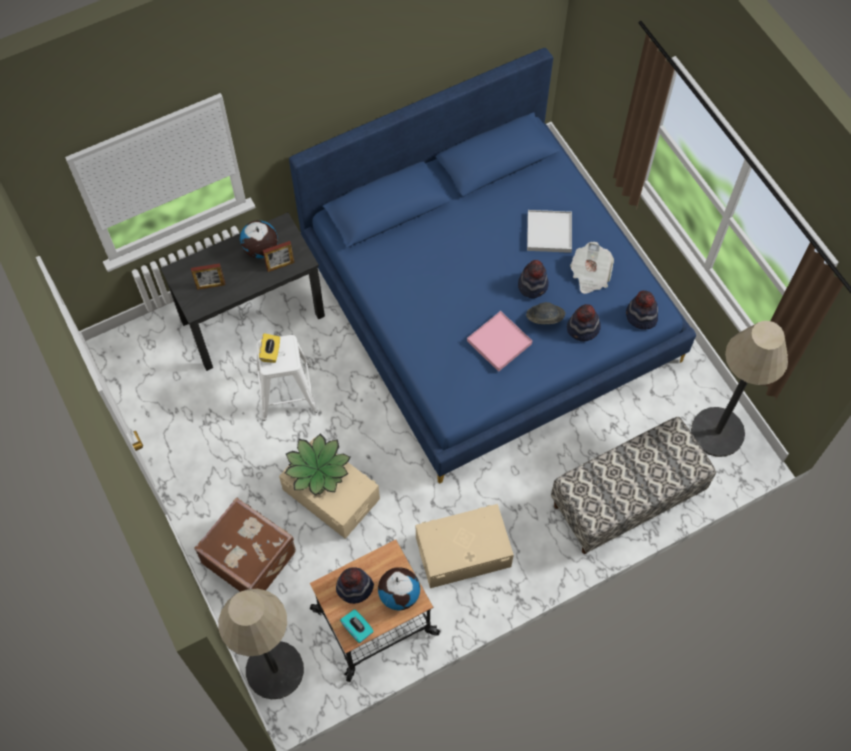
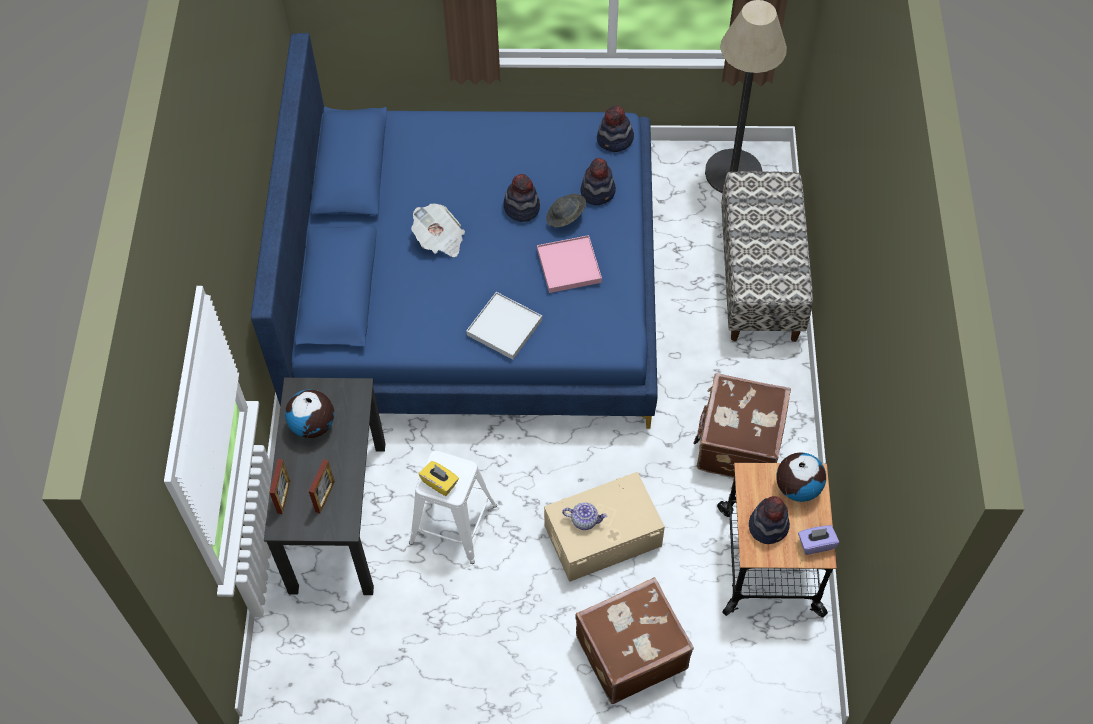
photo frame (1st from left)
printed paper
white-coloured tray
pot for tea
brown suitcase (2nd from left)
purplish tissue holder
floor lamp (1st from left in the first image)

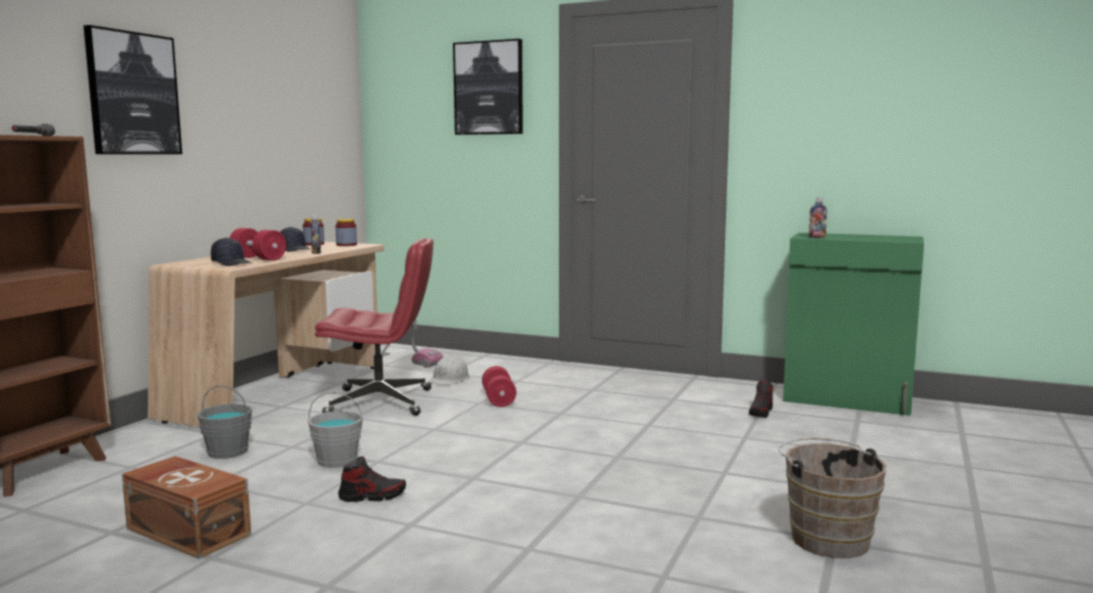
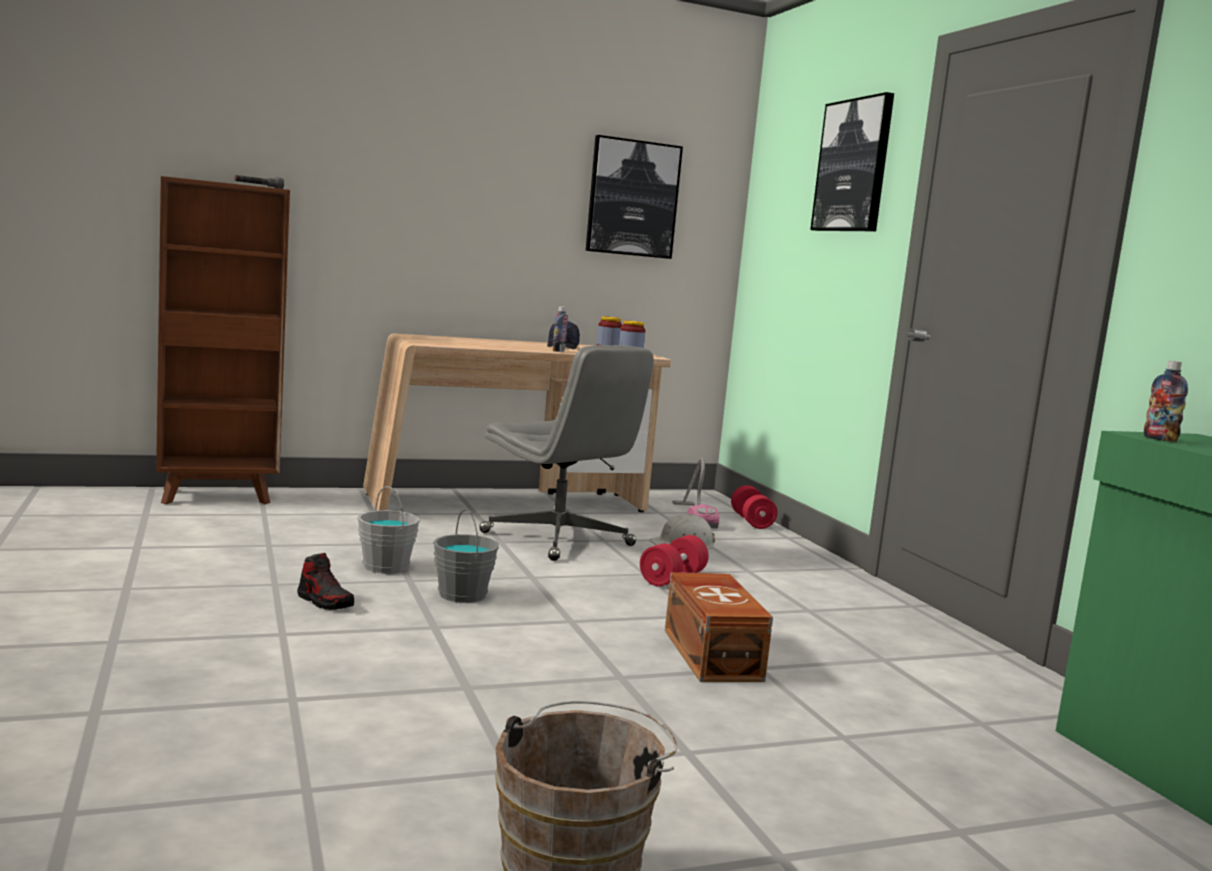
grey bucket (2nd from left)
grey computer chair
wall art (1st from left)
brown storage box
reddish free weight (2nd from left)
black-coloured baseball cap (1st from left in the first image)
low shoe (2nd from left in the first image)

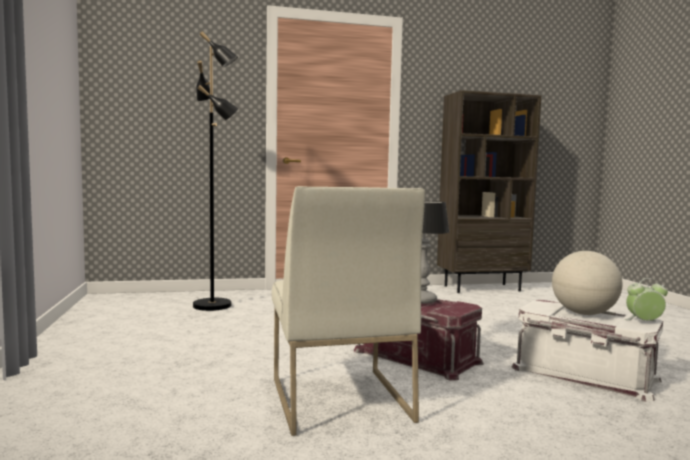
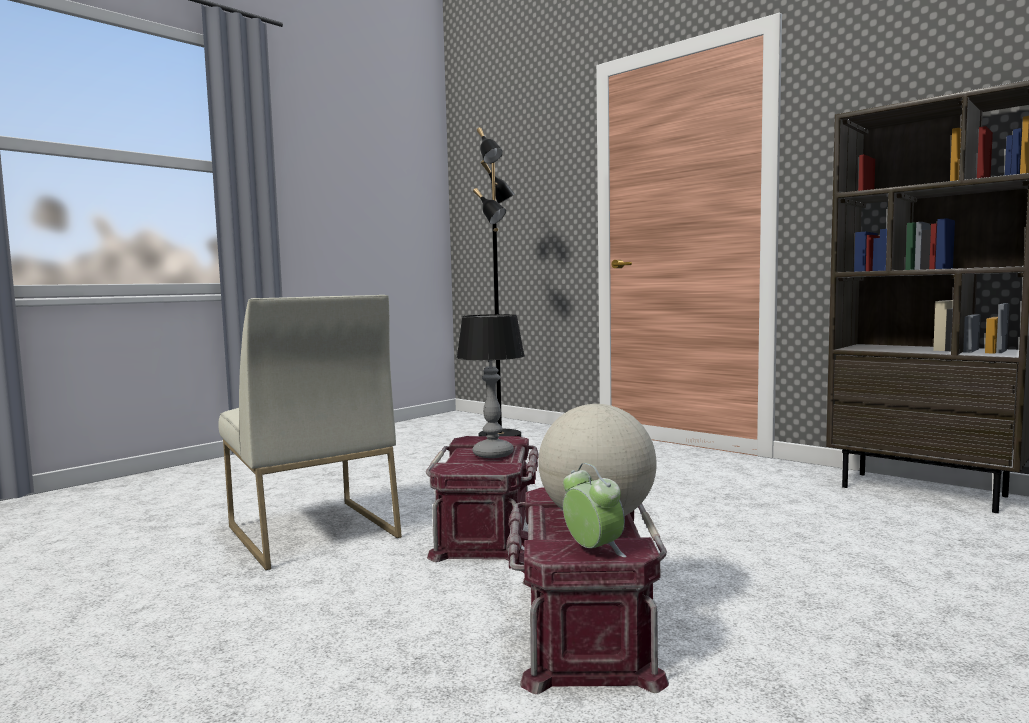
white-coloured plain chair
reddish storage box (2nd from left)

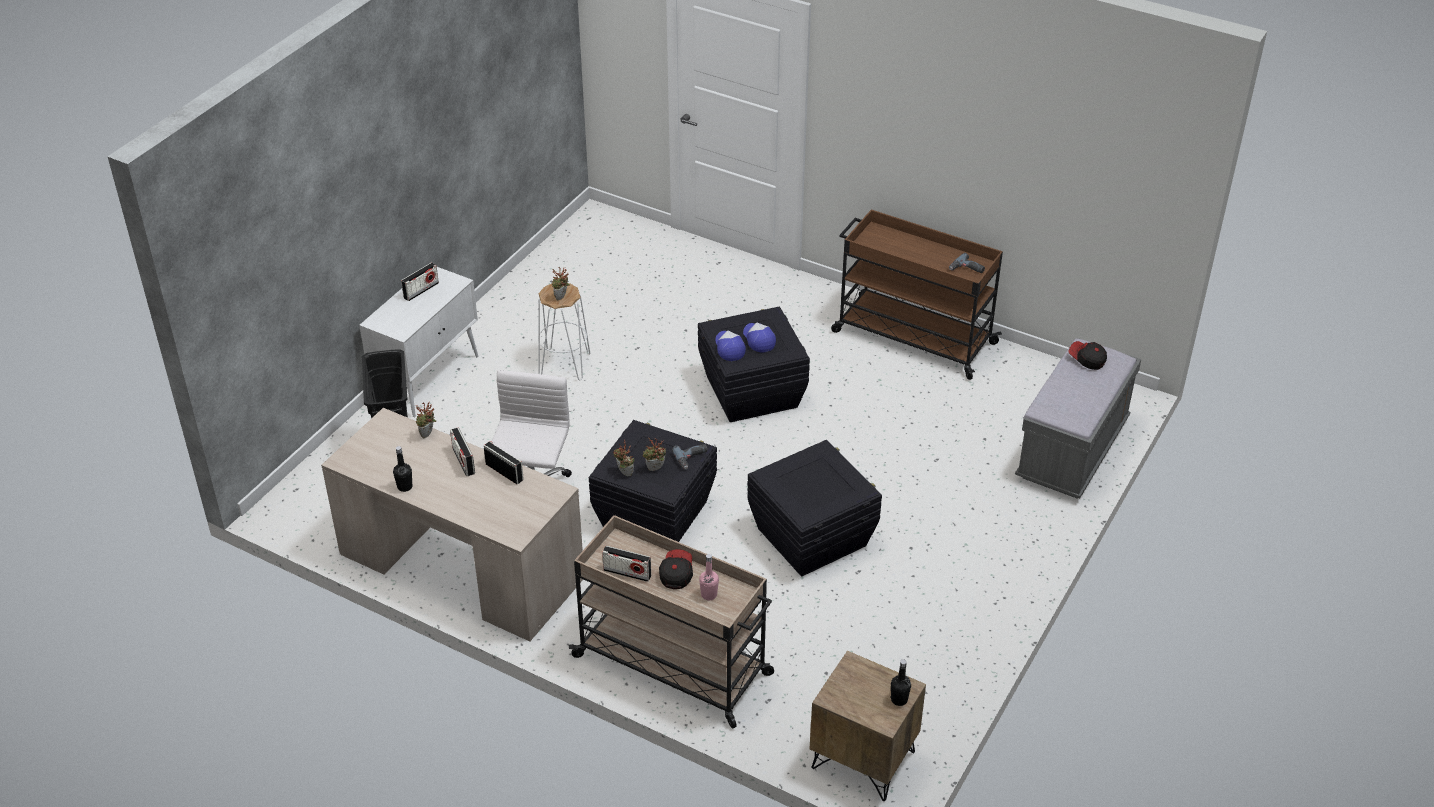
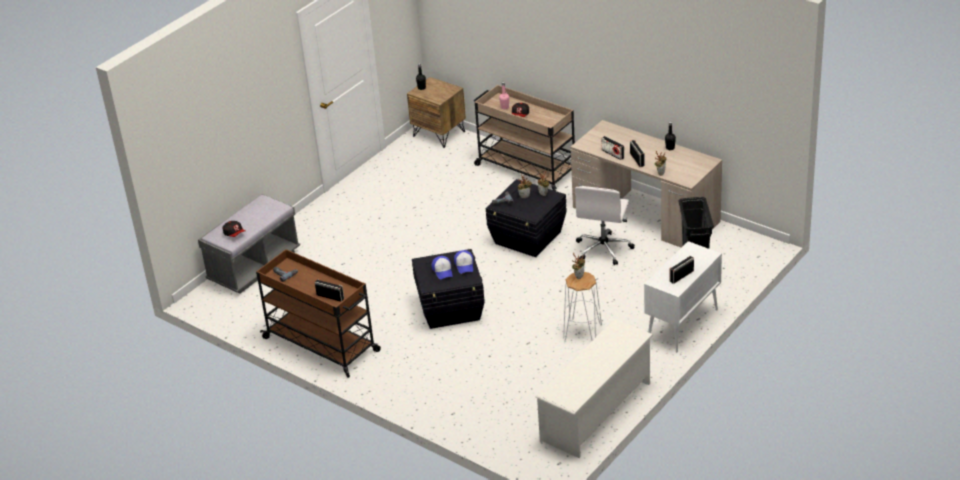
radio set (1st from left)
white-coloured shoe rack
black-coloured storage box (3rd from left in the first image)

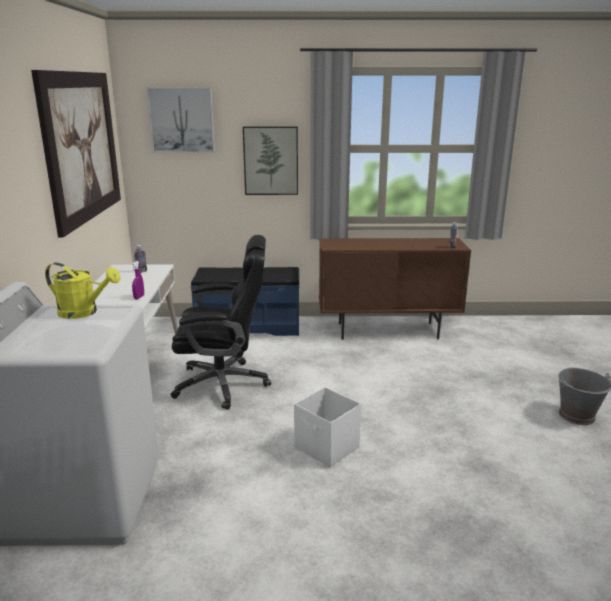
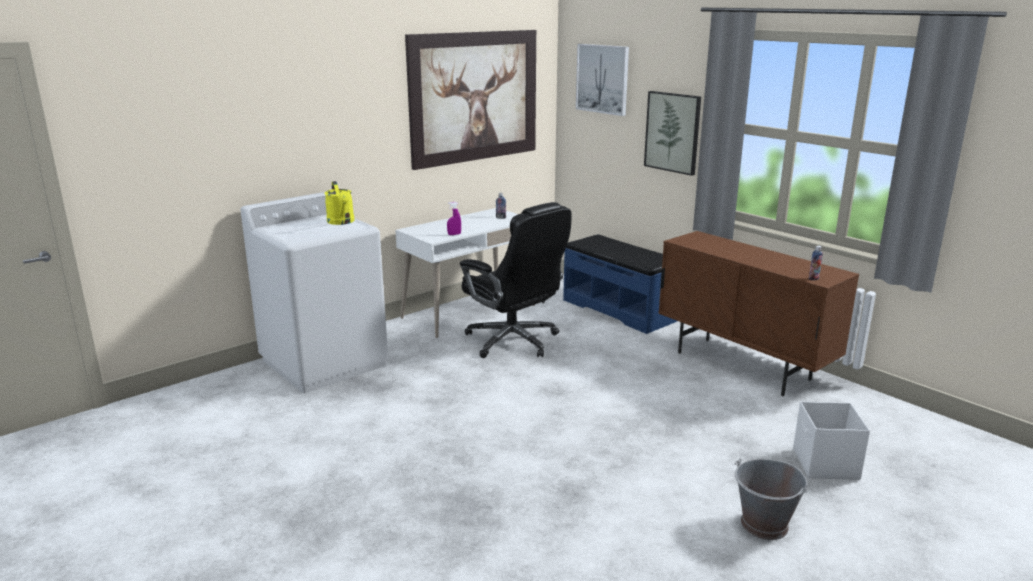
white-coloured storage box

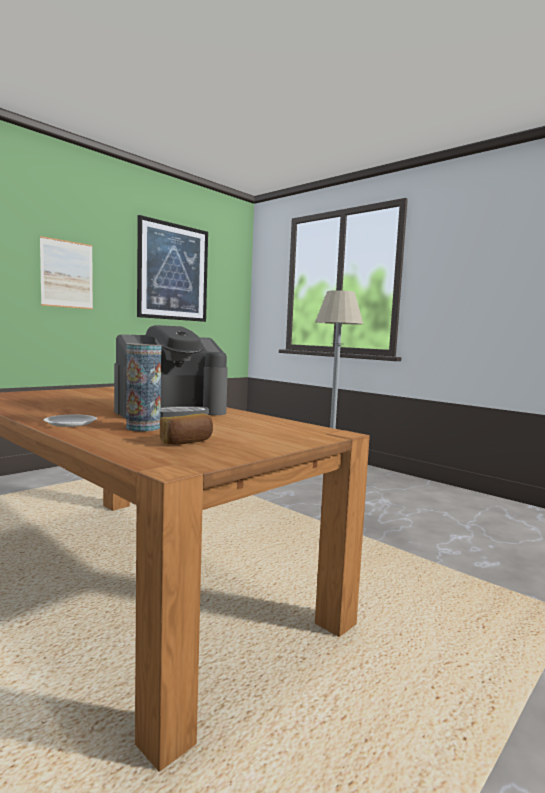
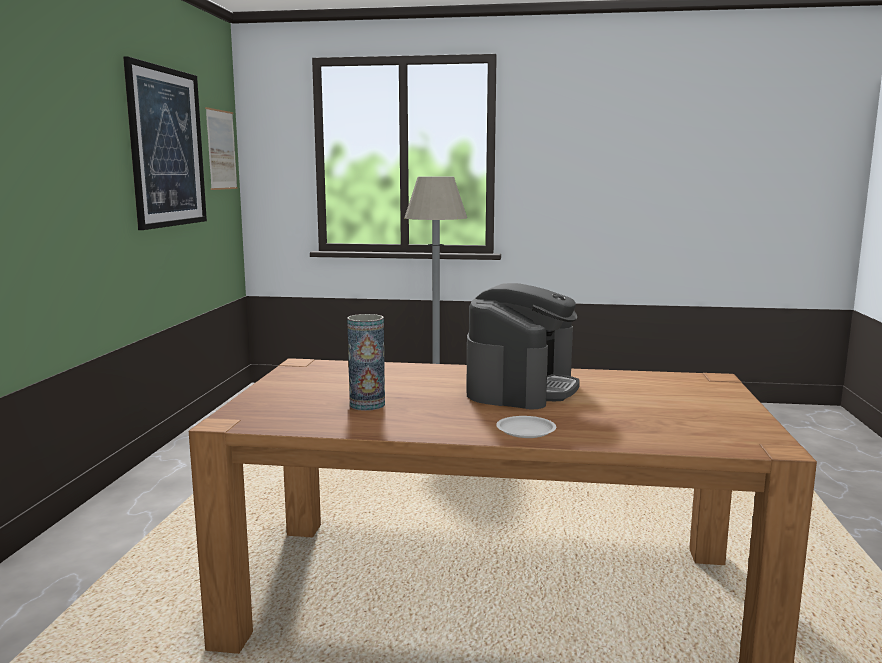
wall art (2nd from left)
vase
baked bread

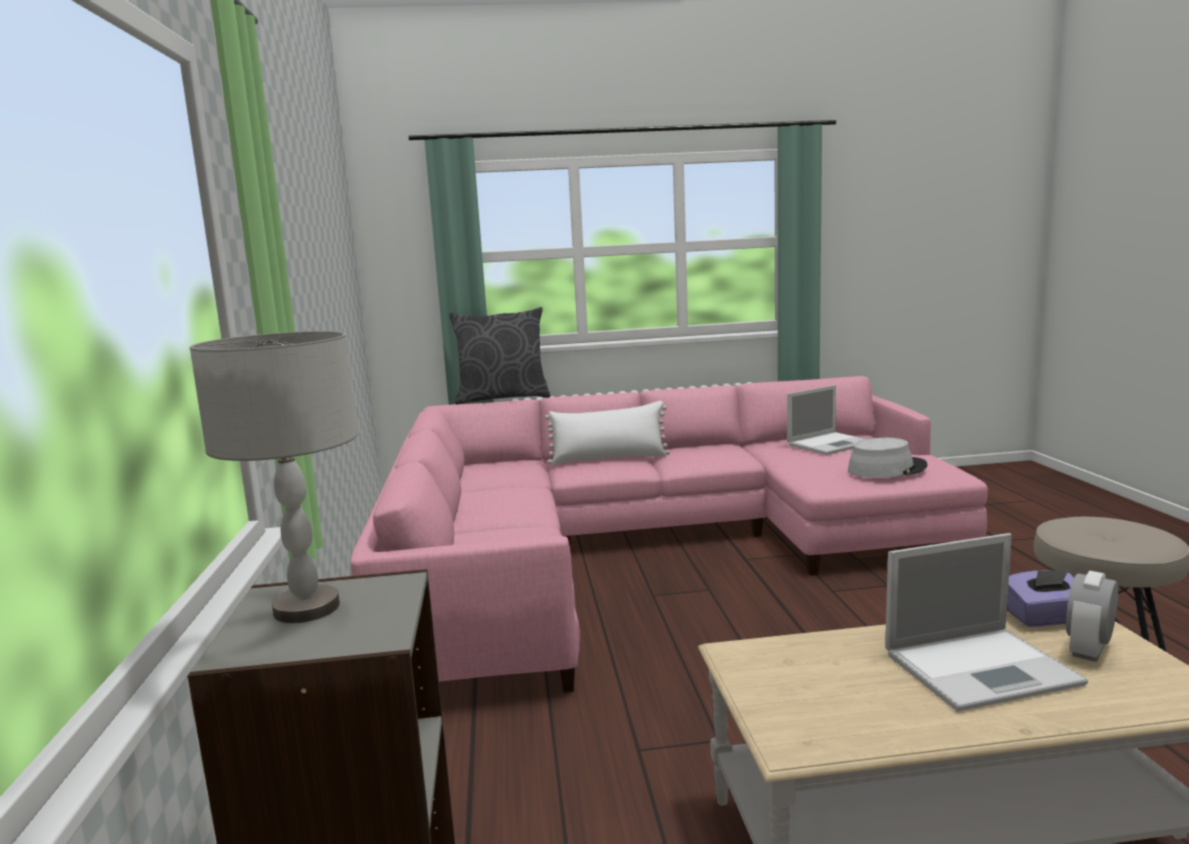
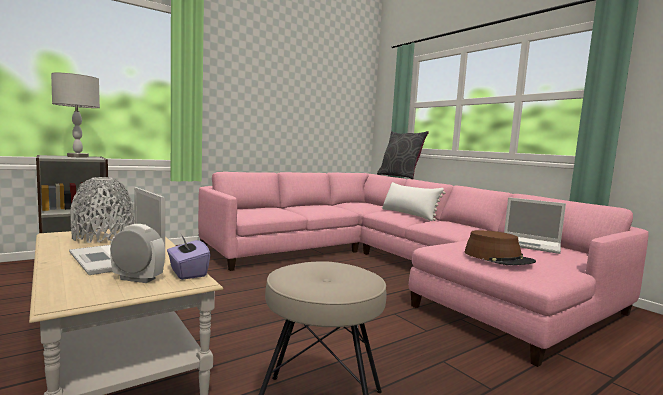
grey vase
brown wearable hat

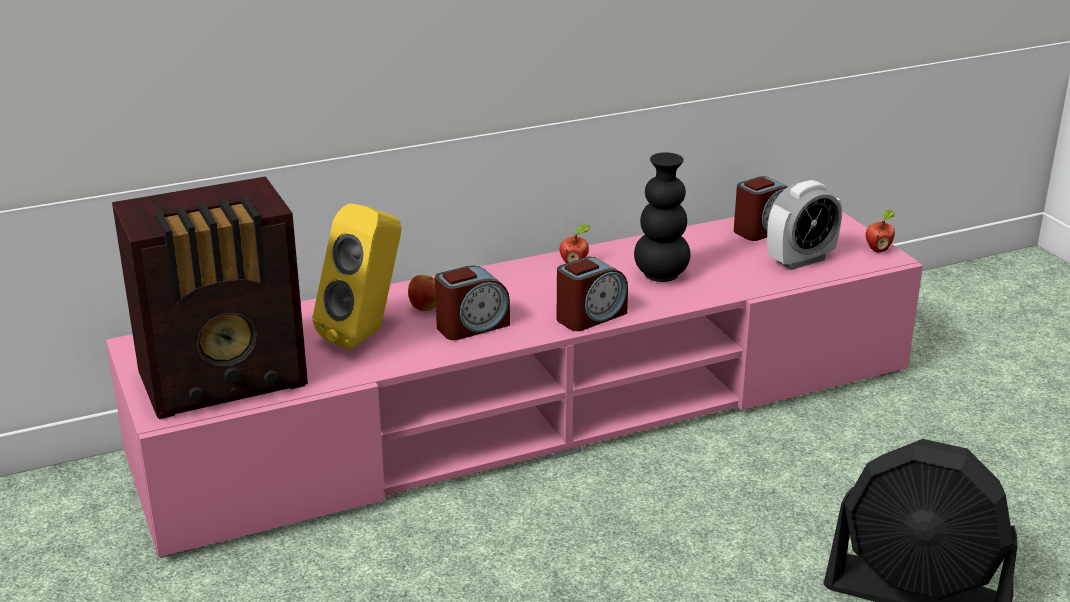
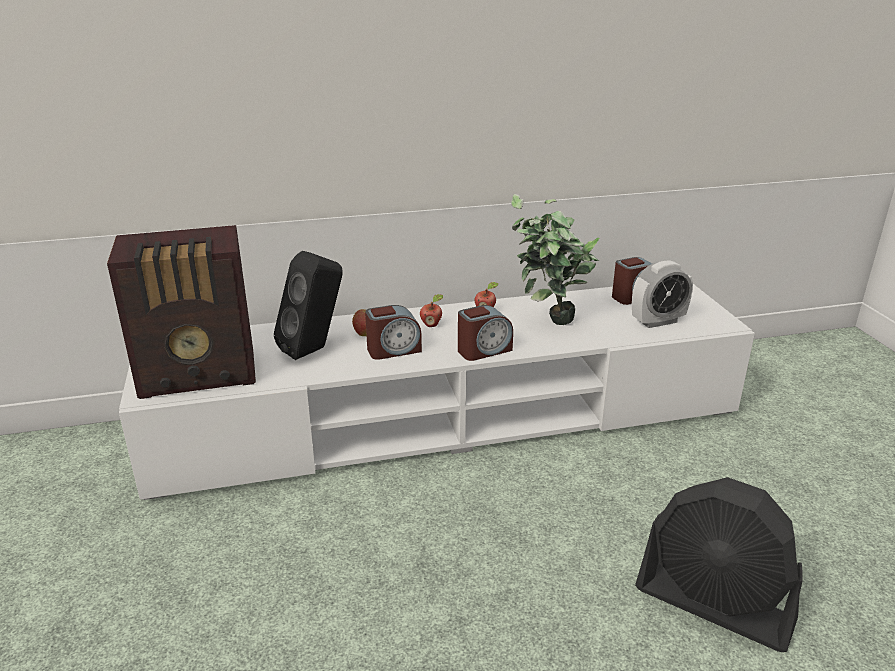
white-coloured tv stand
black-coloured loudspeaker
whole apple (2nd from left)
houseplant

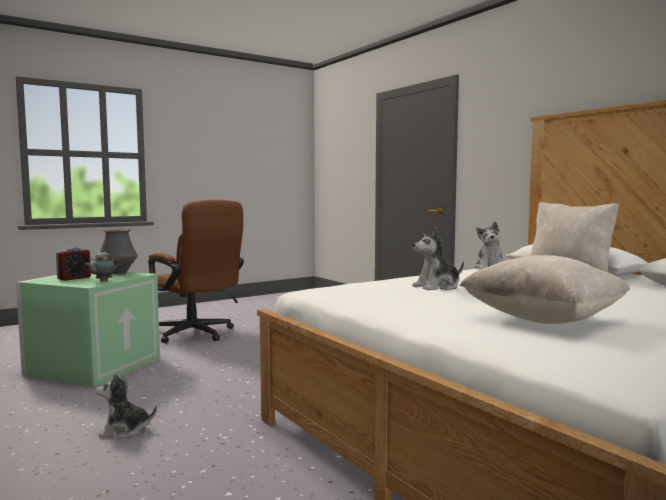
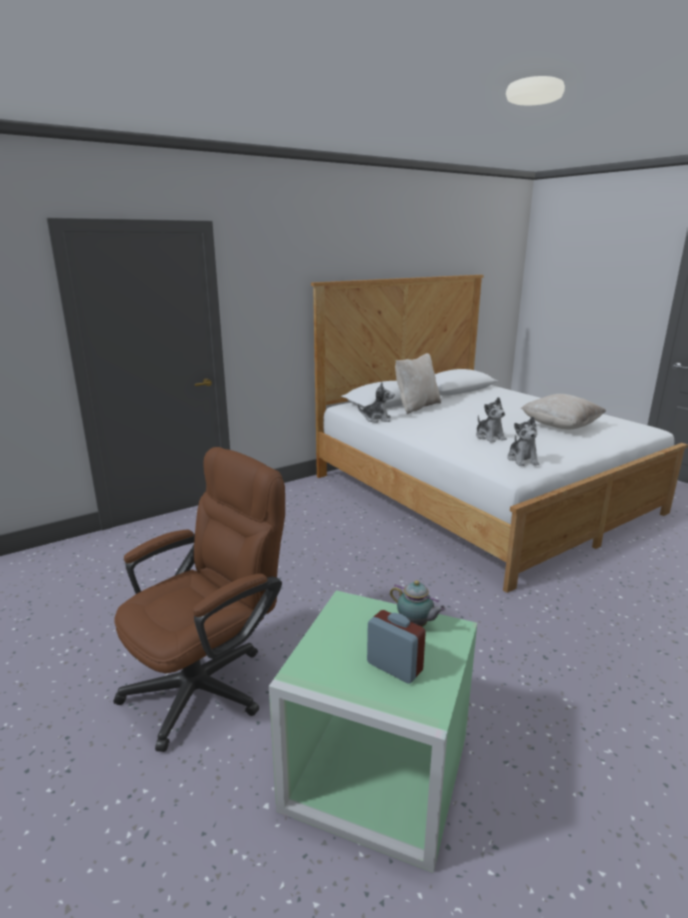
plush toy (3rd from left)
vase

